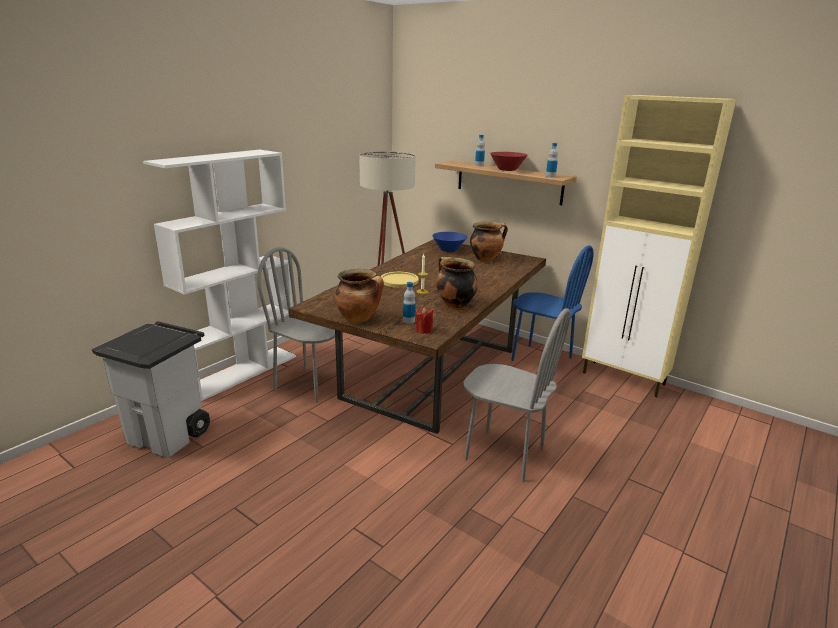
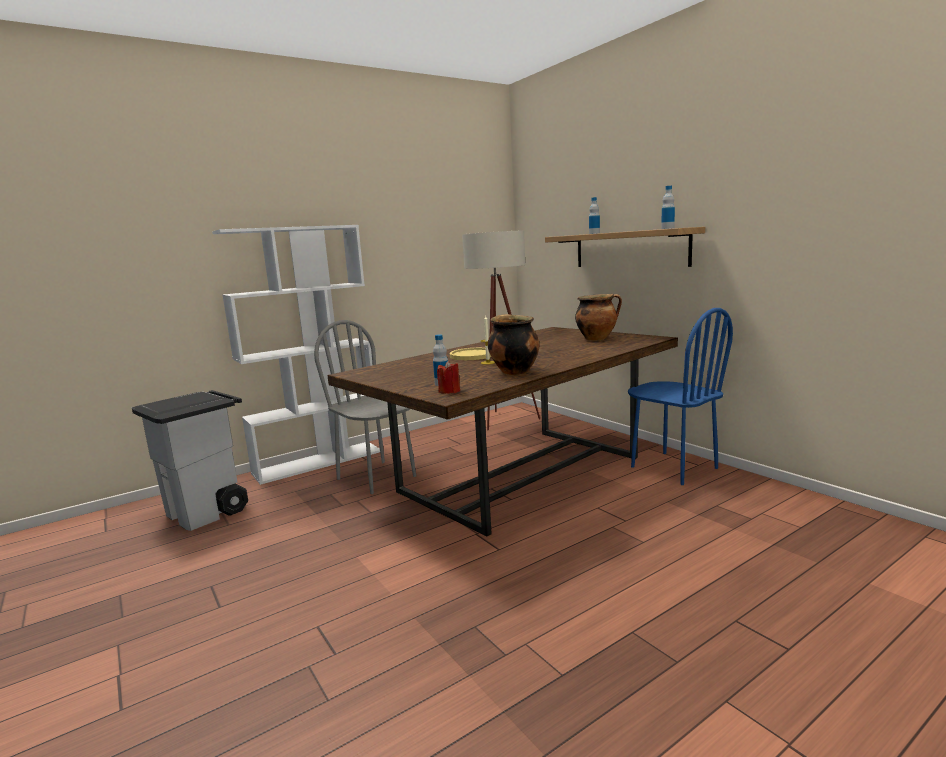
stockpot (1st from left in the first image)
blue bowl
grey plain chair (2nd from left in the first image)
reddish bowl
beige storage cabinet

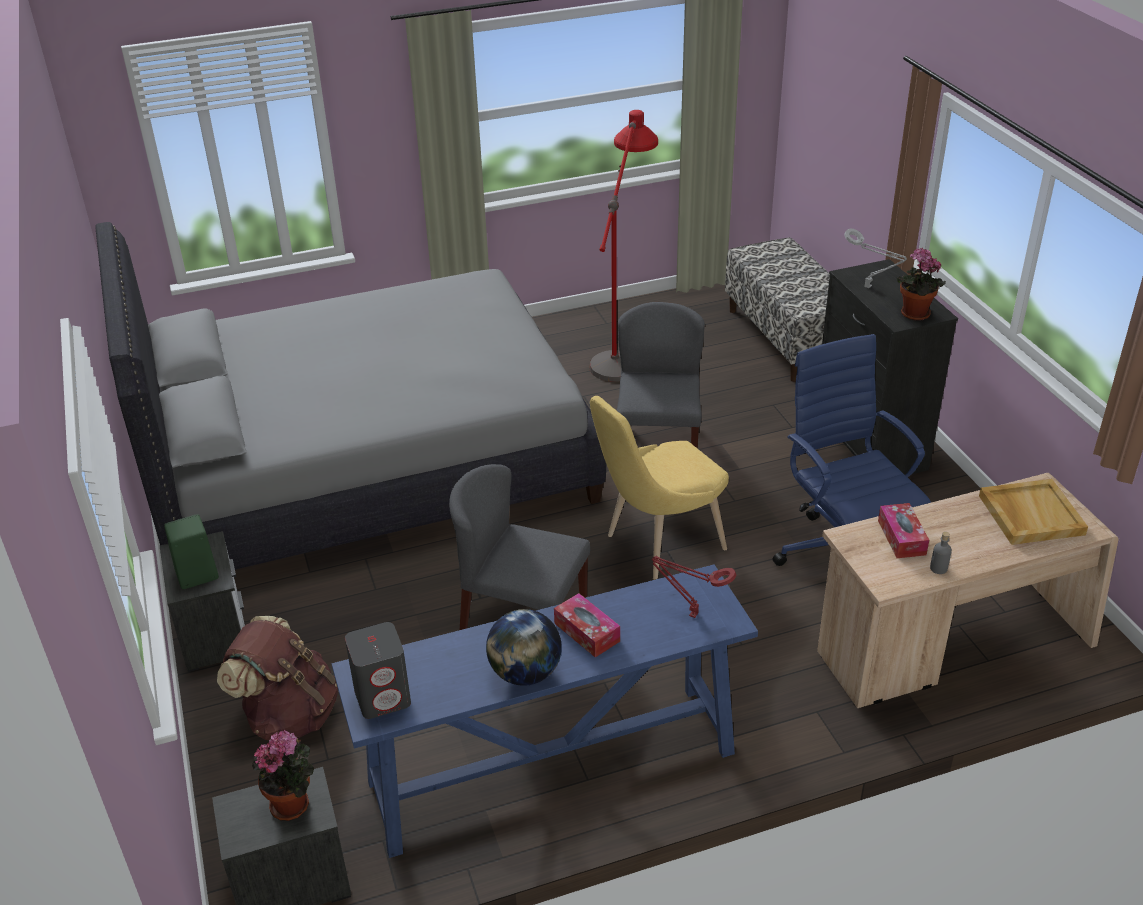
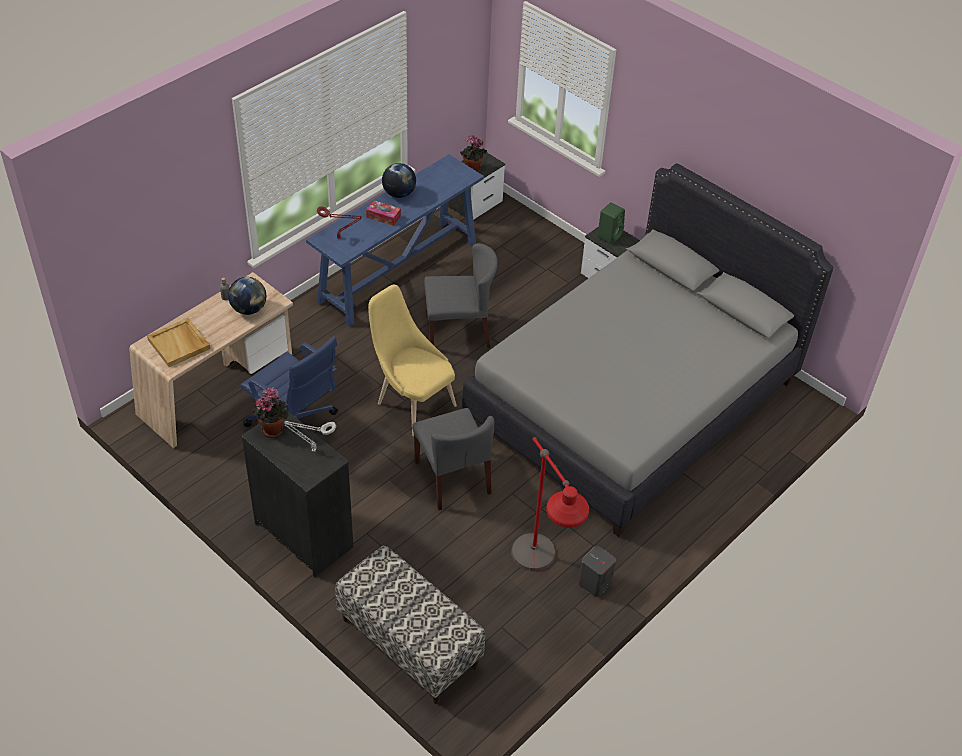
globe (1st from left)
yellow-coloured plain chair
grey loudspeaker
brown knapsack

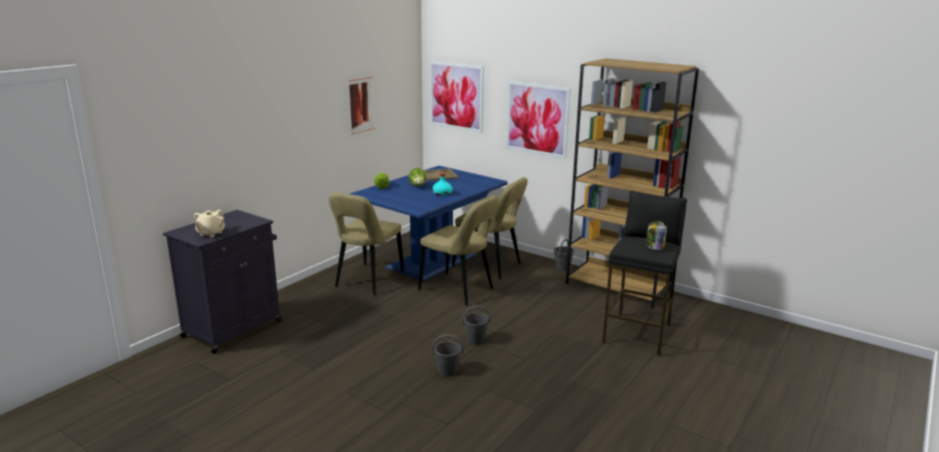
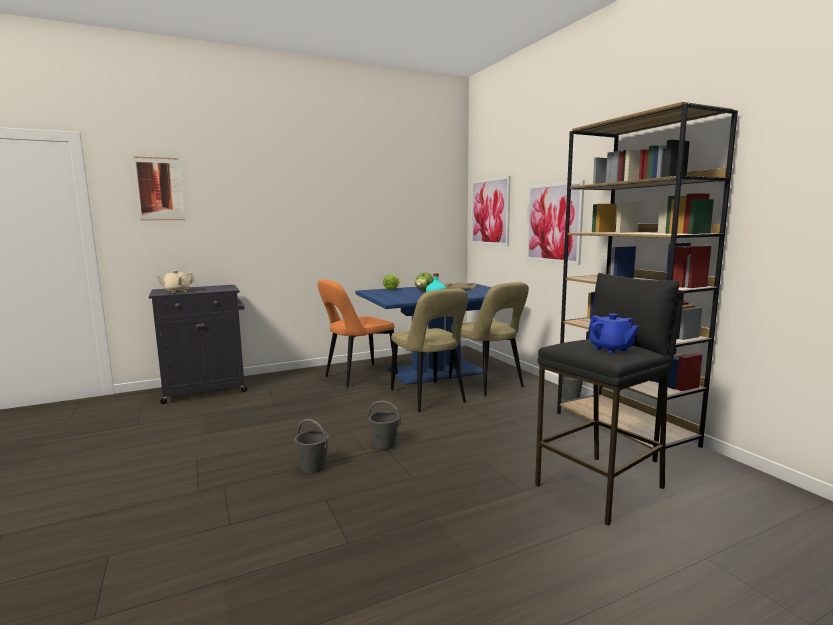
wall art (1st from left)
orange plain chair
blue pot for tea

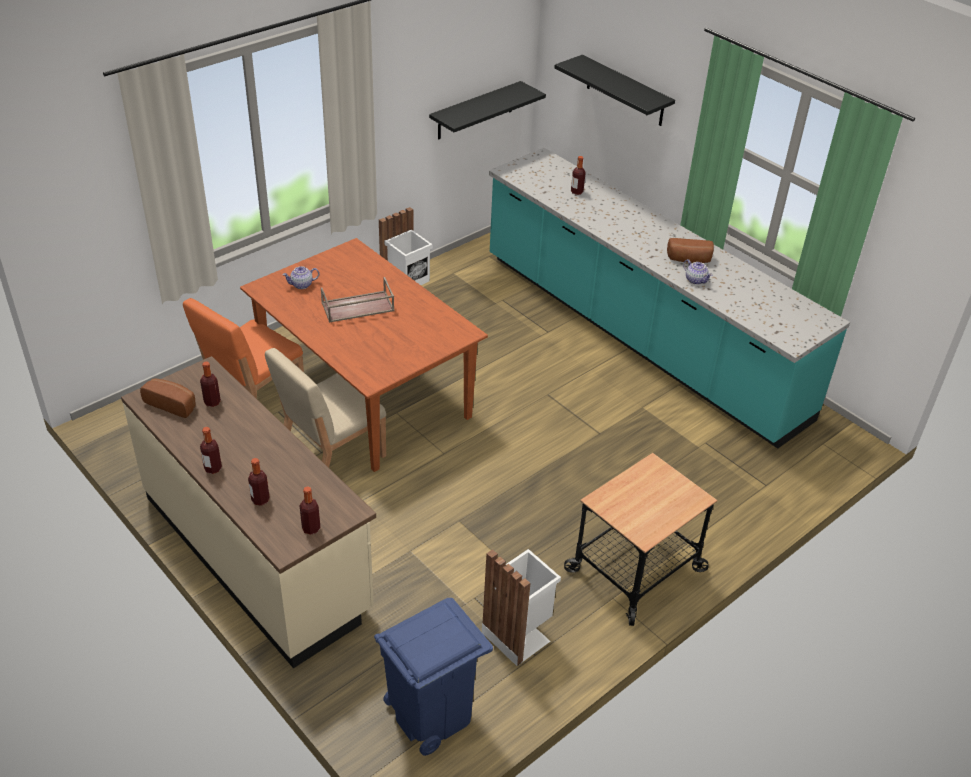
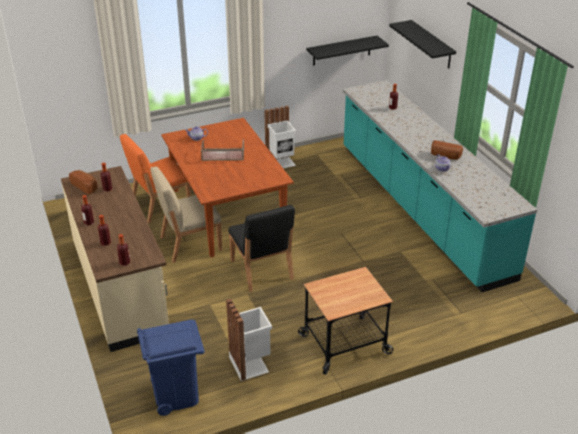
black-coloured plain chair

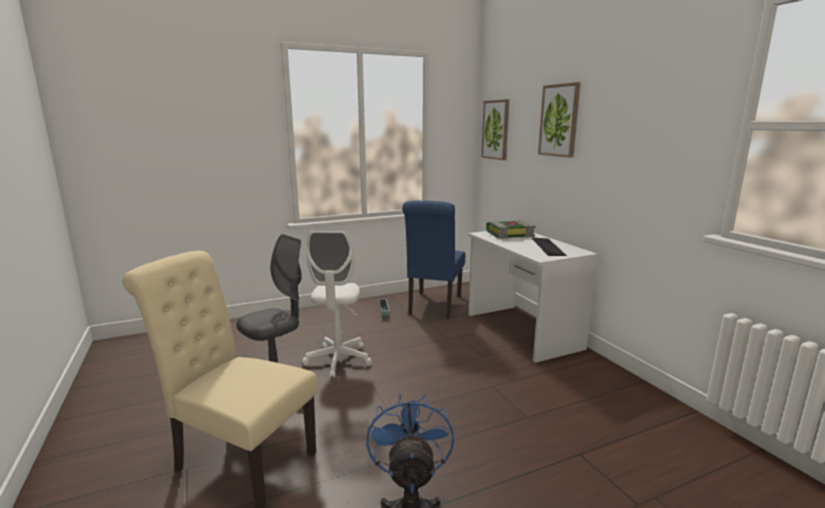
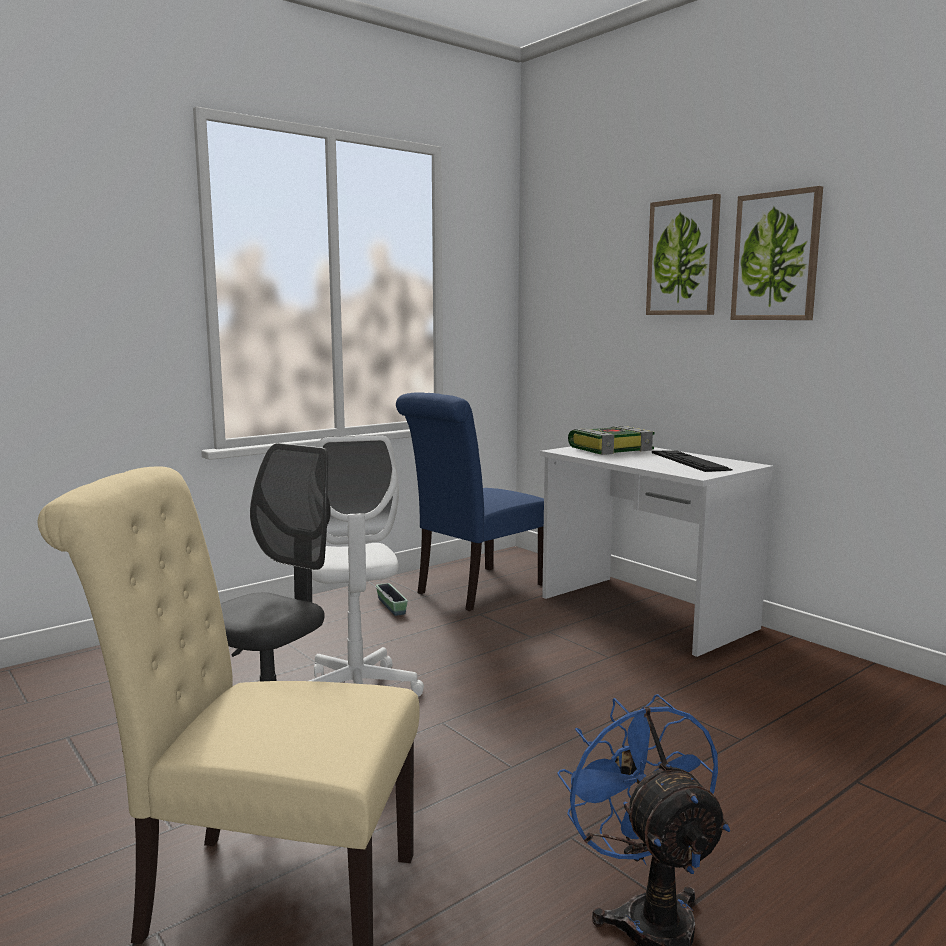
blue plain chair
wall art (2nd from left)

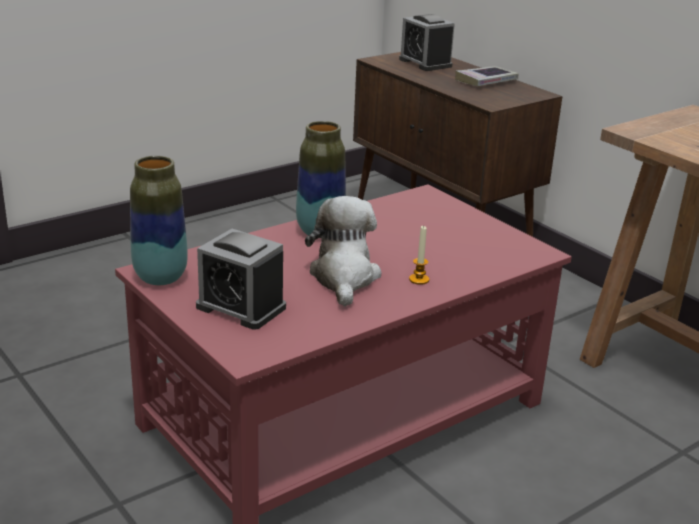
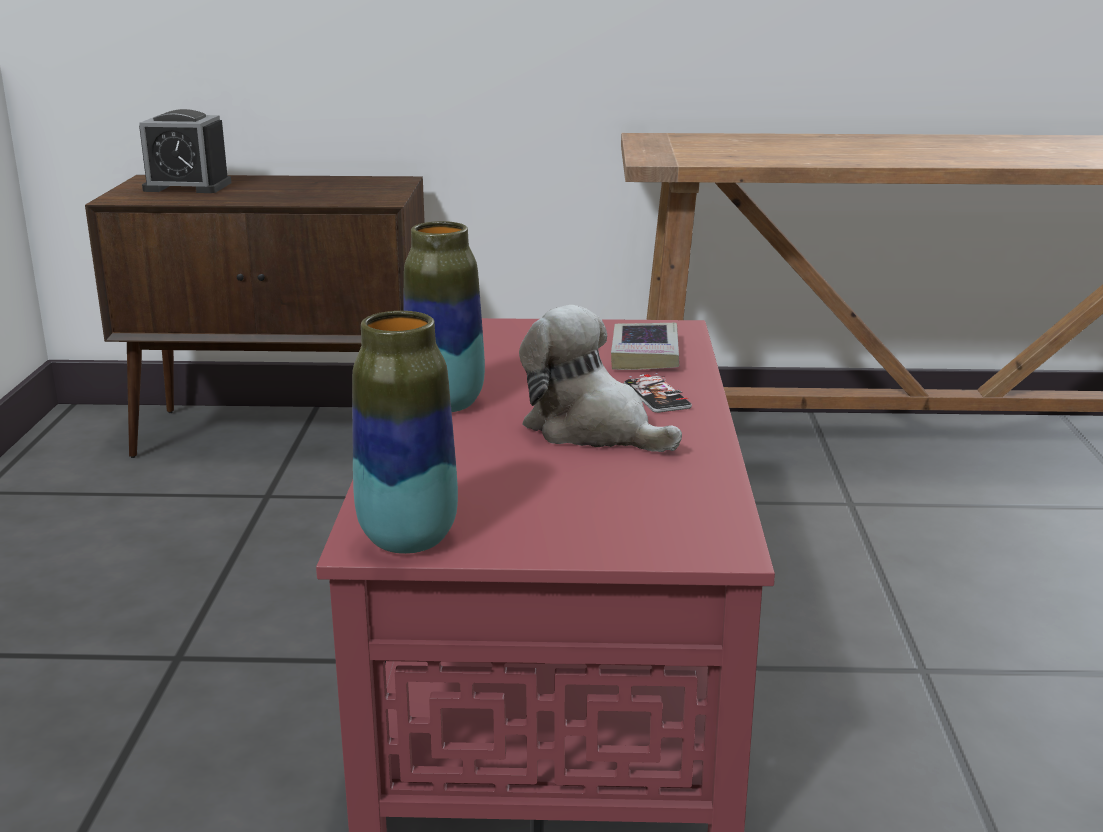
book
telephone
alarm clock (1st from left in the first image)

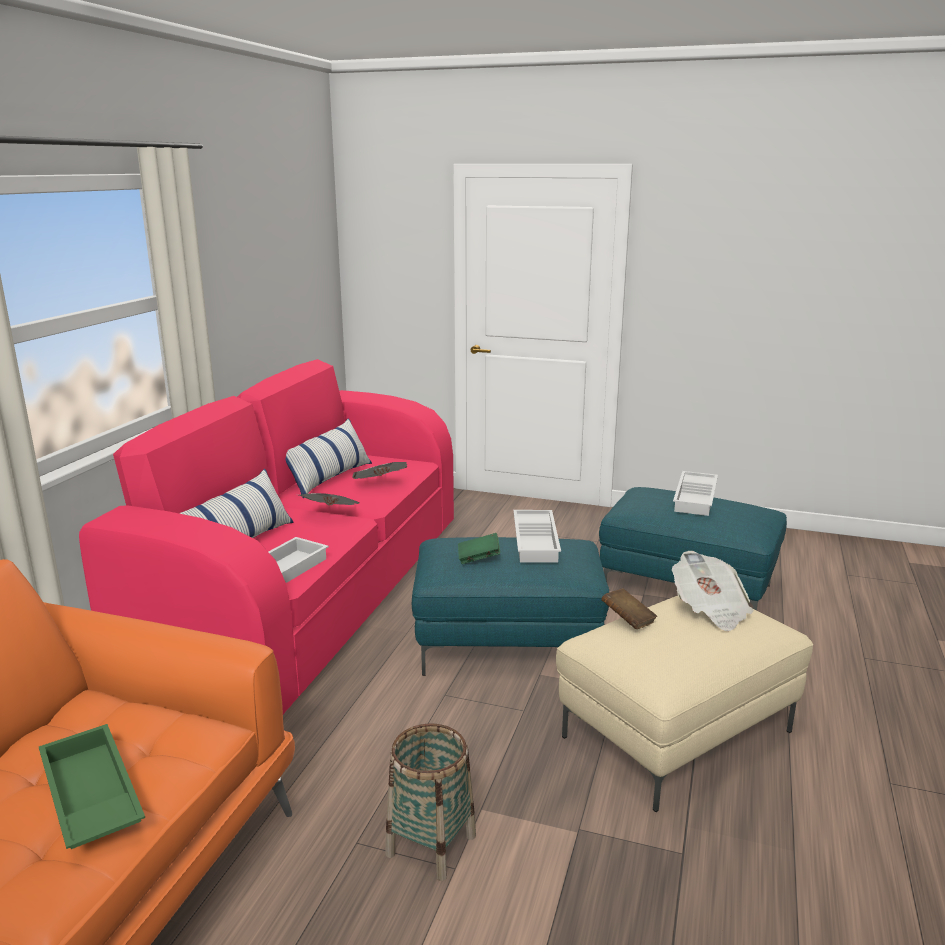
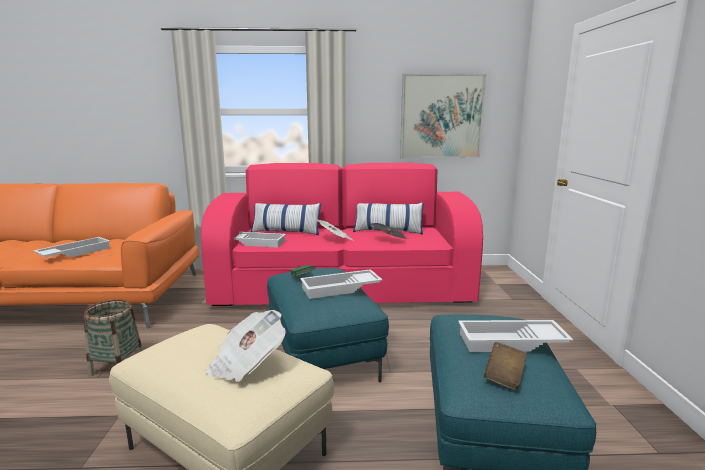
white-coloured tray (1st from left)
wall art
brown book

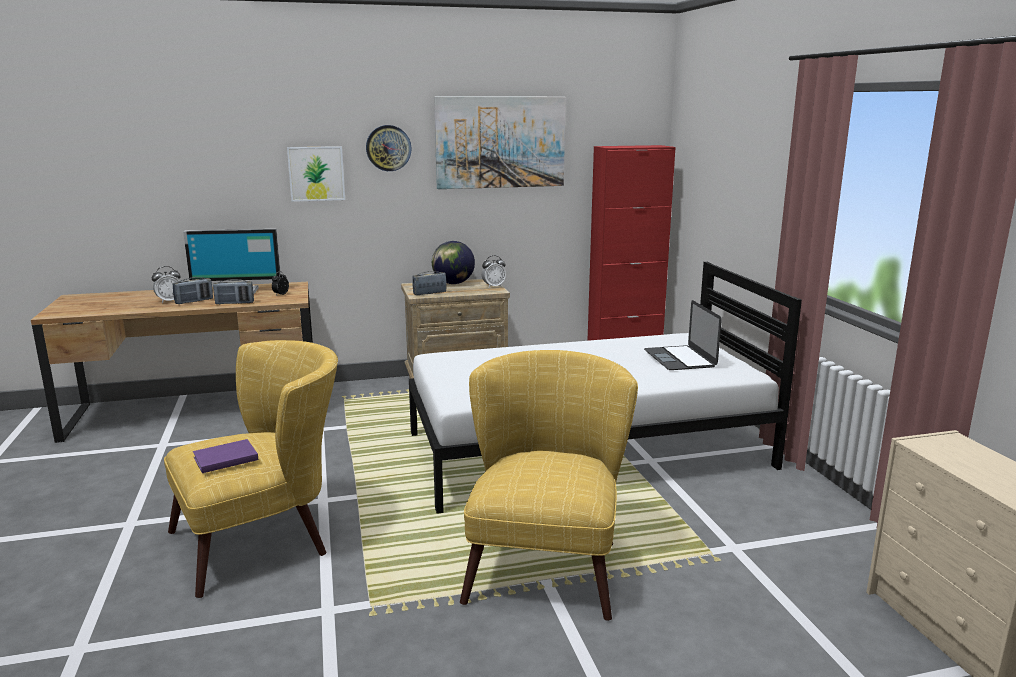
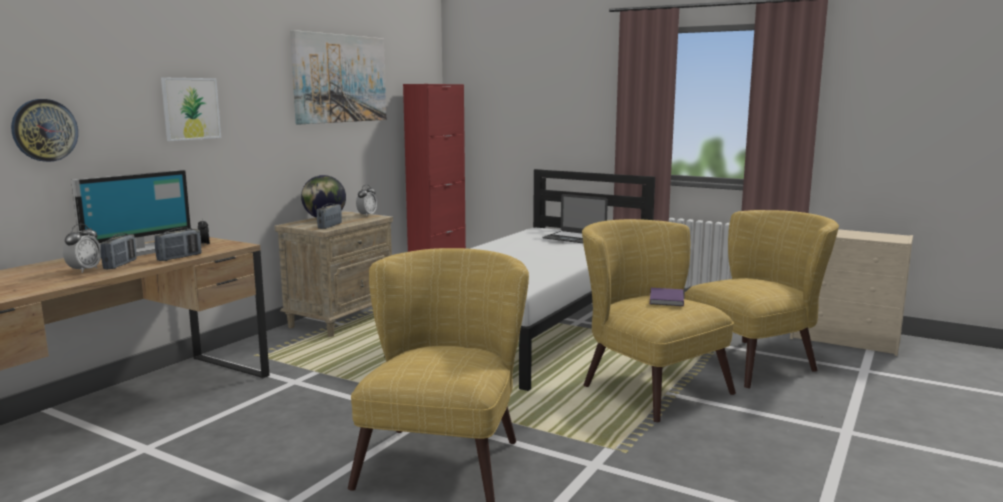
clock on the wall
purplish book
yellow-coloured armchair (3rd from left)

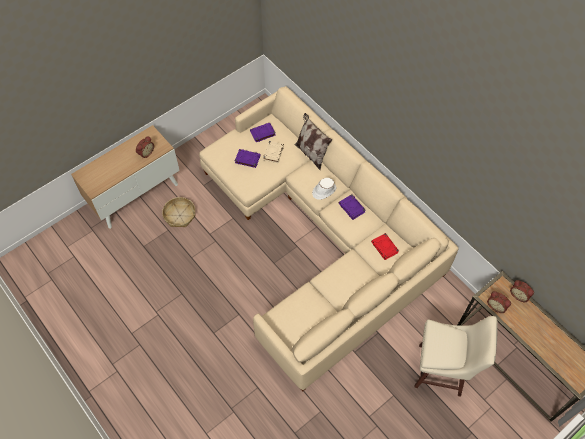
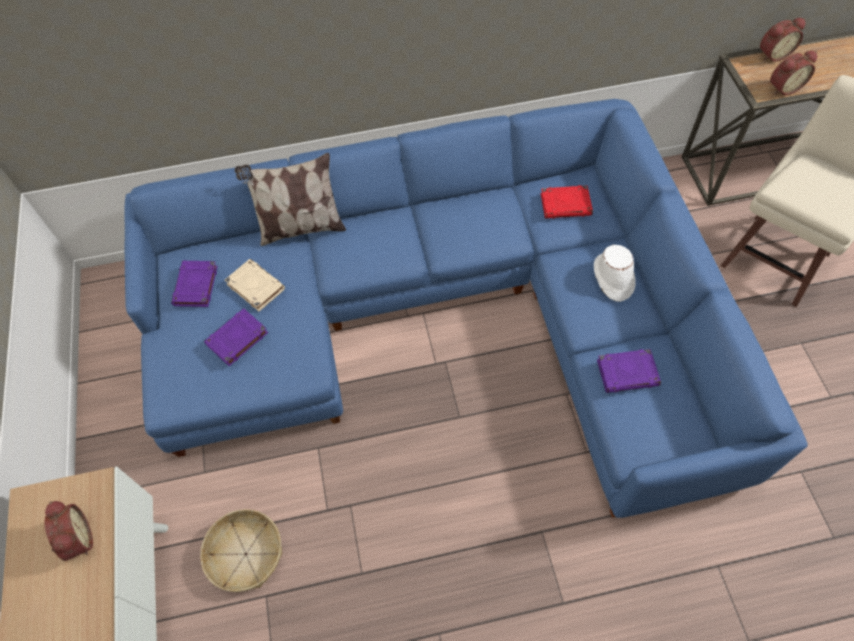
blue couch
white-coloured wearable hat
purplish book (3rd from left)

